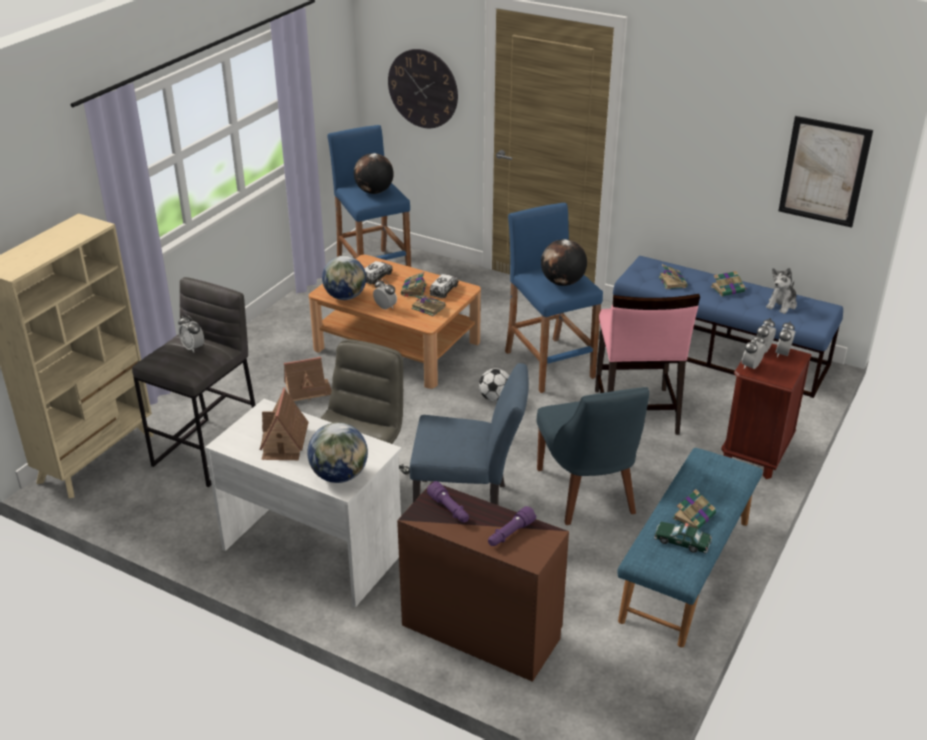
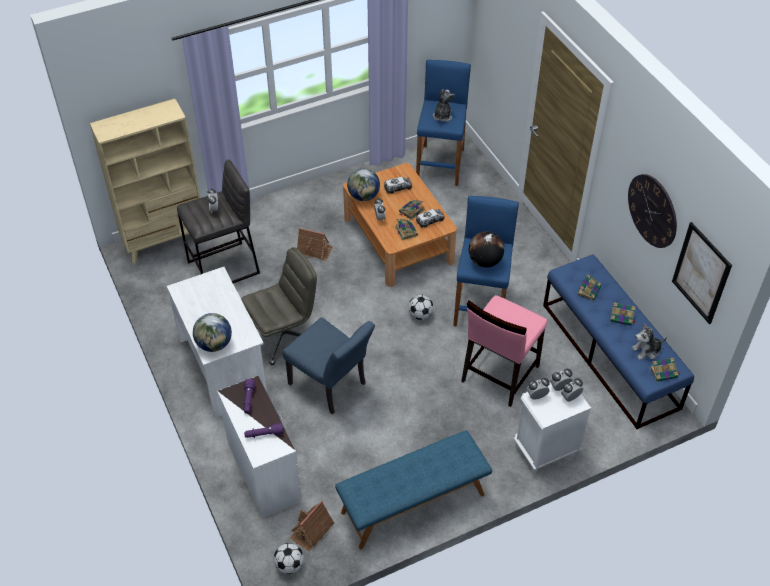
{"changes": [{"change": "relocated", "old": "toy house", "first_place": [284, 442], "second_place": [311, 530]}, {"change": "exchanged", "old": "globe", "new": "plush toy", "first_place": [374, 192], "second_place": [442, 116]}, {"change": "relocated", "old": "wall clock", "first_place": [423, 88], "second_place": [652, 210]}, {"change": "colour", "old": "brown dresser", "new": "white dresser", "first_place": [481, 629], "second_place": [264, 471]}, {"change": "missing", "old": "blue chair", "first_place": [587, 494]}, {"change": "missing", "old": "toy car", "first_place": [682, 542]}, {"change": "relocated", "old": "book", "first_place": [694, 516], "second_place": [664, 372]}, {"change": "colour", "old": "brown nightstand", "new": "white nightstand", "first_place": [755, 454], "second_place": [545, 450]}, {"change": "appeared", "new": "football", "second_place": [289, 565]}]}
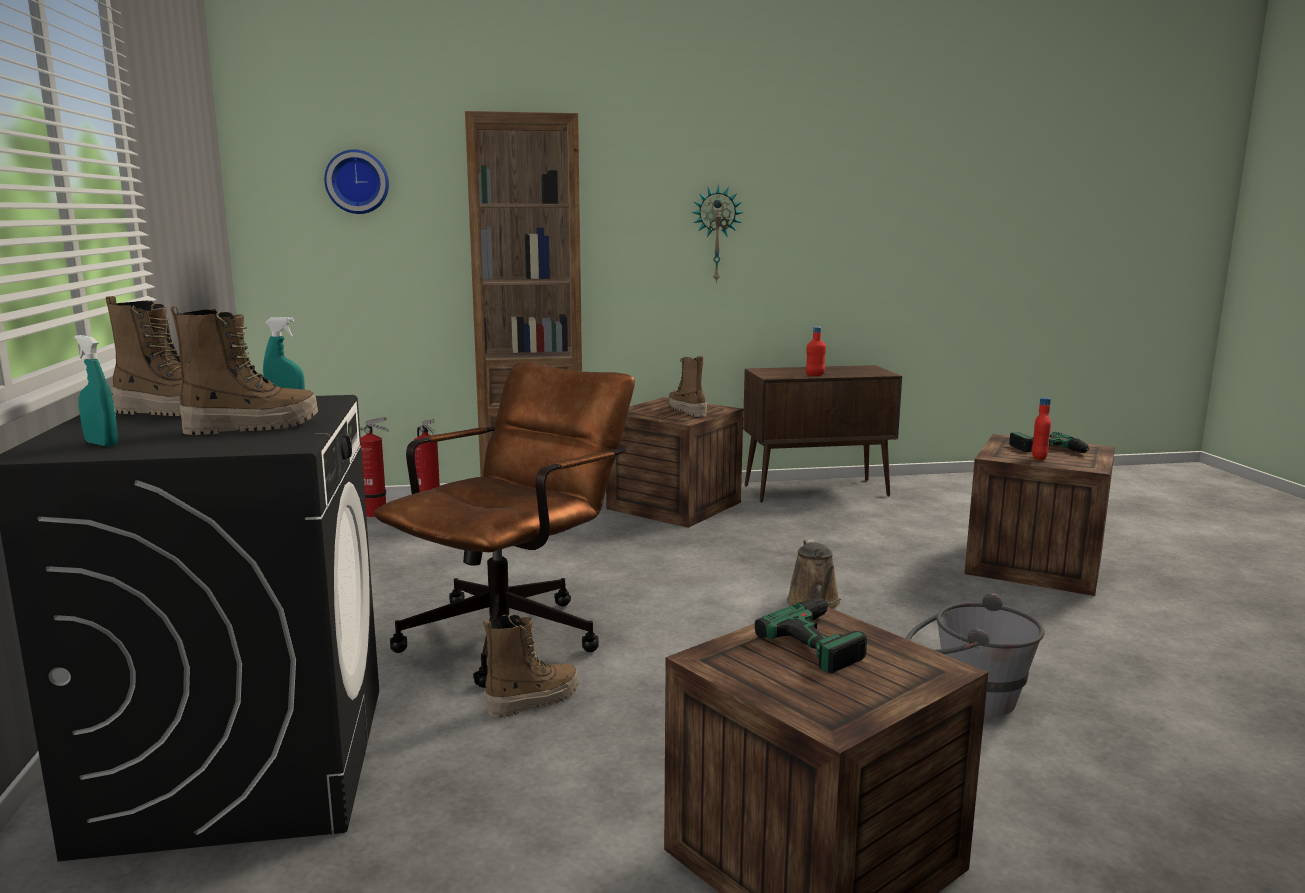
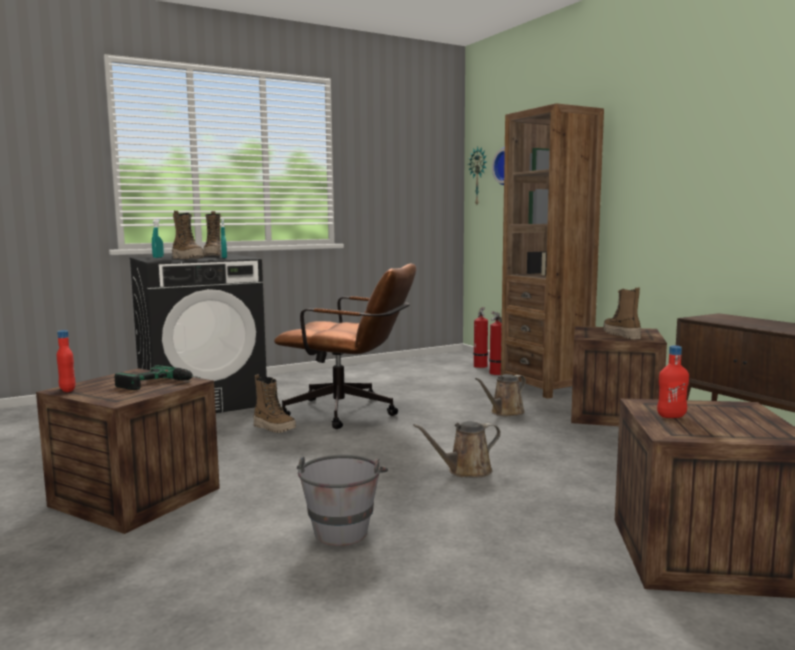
{"changes": [{"change": "spun", "old": "boot", "first_place": [687, 411], "second_place": [621, 335], "degrees": -60}, {"change": "relocated", "old": "wall clock", "first_place": [716, 234], "second_place": [479, 176]}, {"change": "relocated", "old": "red bottle", "first_place": [815, 375], "second_place": [67, 390]}, {"change": "missing", "old": "power drill", "first_place": [1053, 451]}, {"change": "appeared", "new": "brown watering can", "second_place": [505, 412]}]}
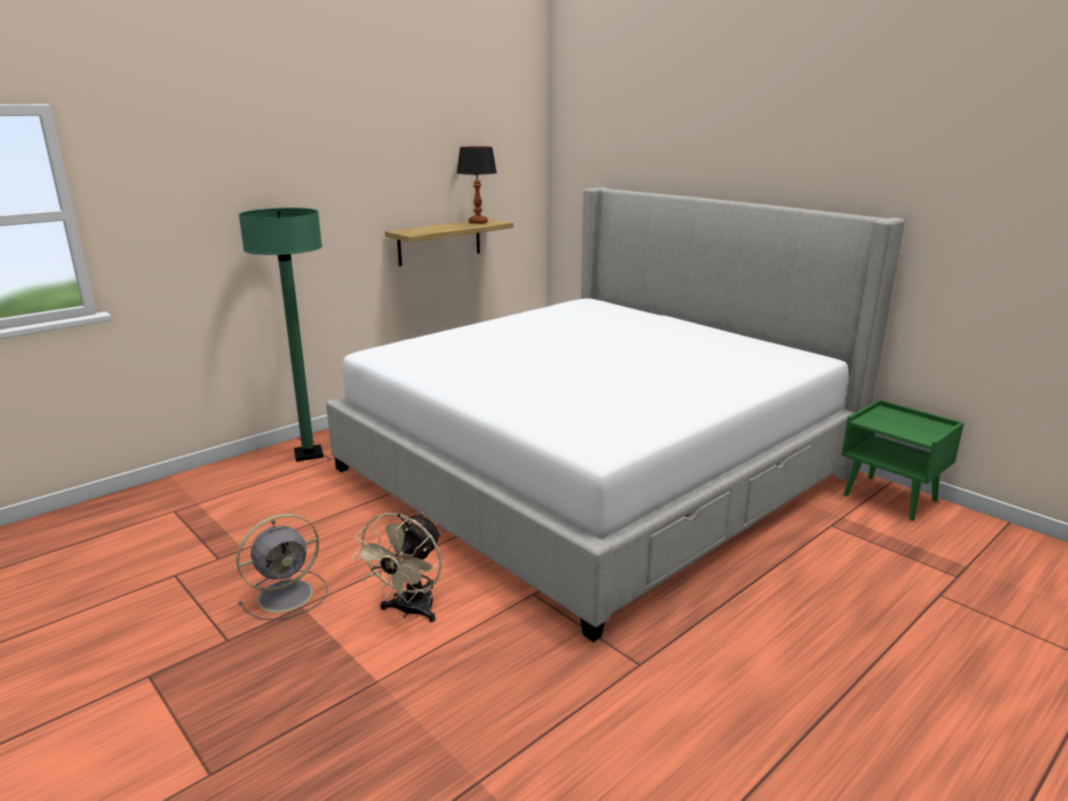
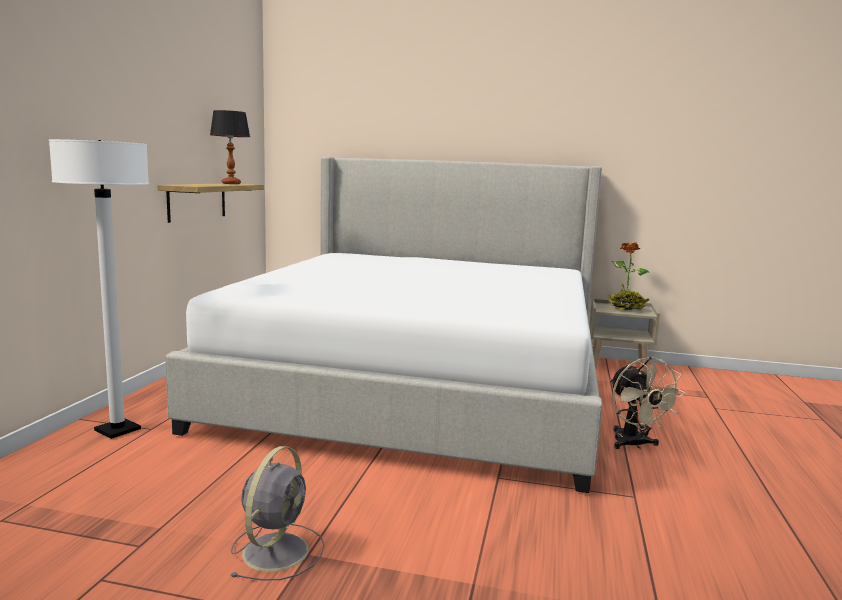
{"changes": [{"change": "colour", "old": "green floor lamp", "new": "white floor lamp", "first_place": [308, 454], "second_place": [117, 430]}, {"change": "relocated", "old": "beige fan", "first_place": [409, 611], "second_place": [634, 444]}, {"change": "colour", "old": "green nightstand", "new": "beige nightstand", "first_place": [891, 498], "second_place": [618, 366]}, {"change": "appeared", "new": "potted plant", "second_place": [626, 309]}]}
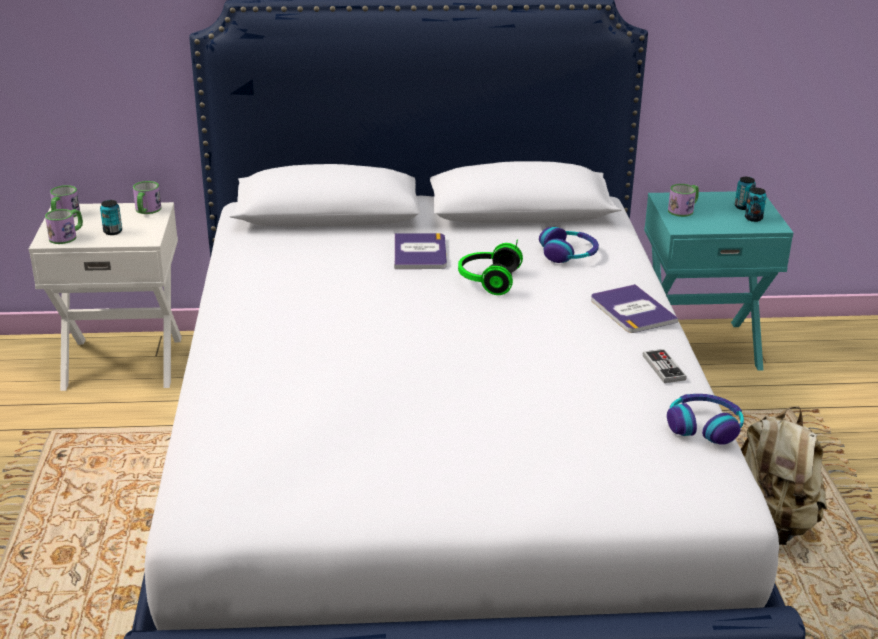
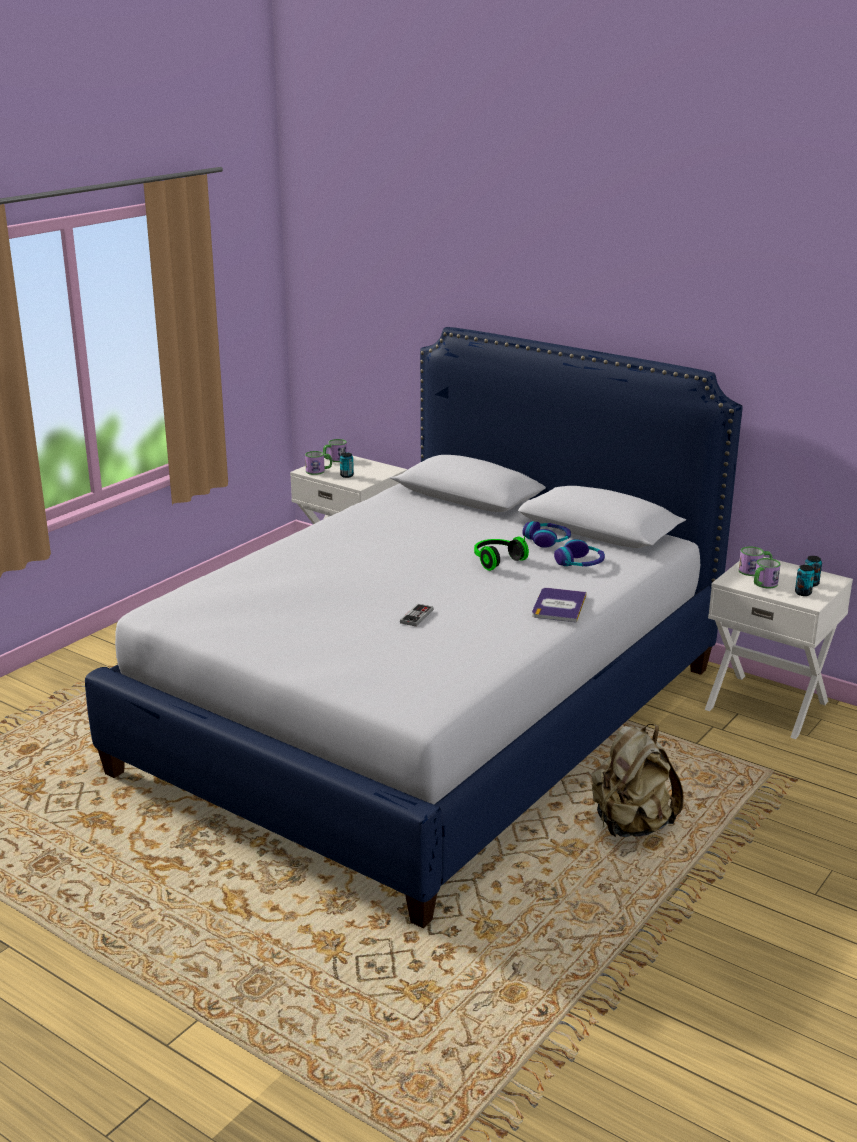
{"changes": [{"change": "relocated", "old": "mug", "first_place": [146, 211], "second_place": [763, 584]}, {"change": "missing", "old": "book", "first_place": [420, 252]}, {"change": "relocated", "old": "game controller", "first_place": [663, 368], "second_place": [416, 616]}, {"change": "colour", "old": "turquoise nightstand", "new": "white nightstand", "first_place": [699, 345], "second_place": [767, 705]}, {"change": "relocated", "old": "headphones", "first_place": [704, 426], "second_place": [547, 540]}]}
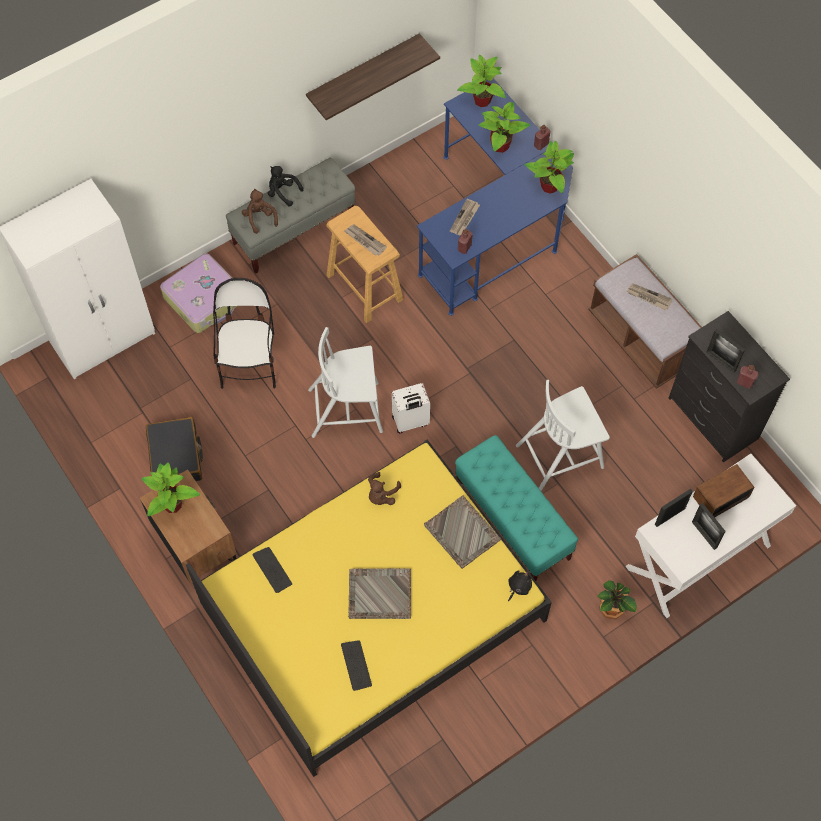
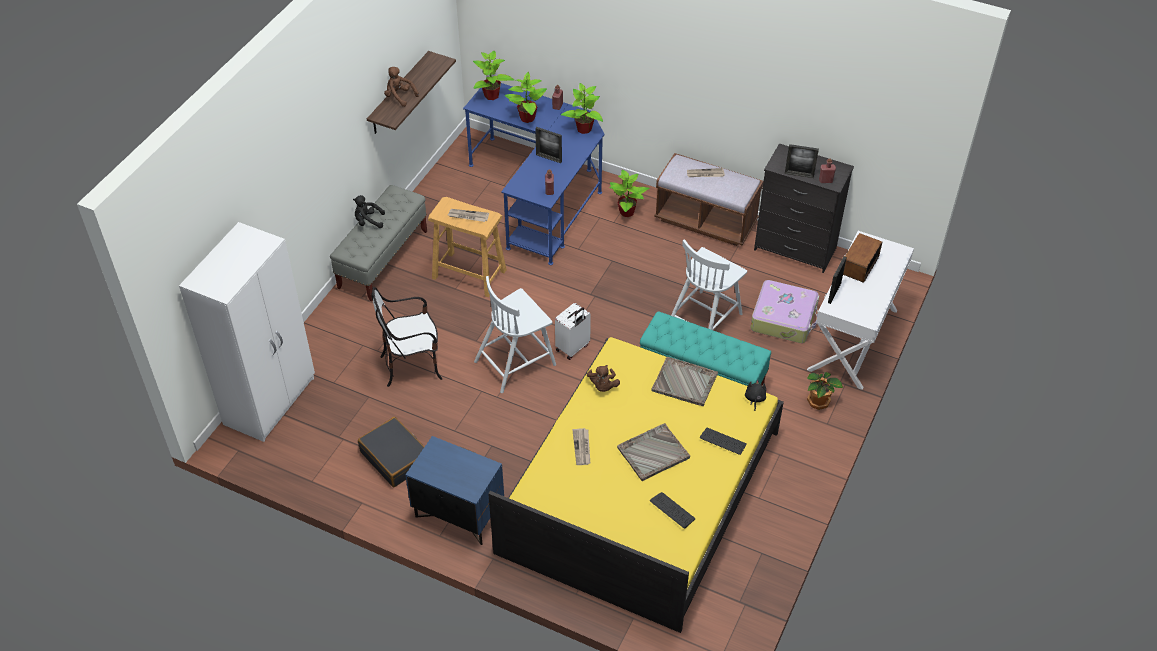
{"changes": [{"change": "colour", "old": "brown nightstand", "new": "blue nightstand", "first_place": [195, 545], "second_place": [458, 514]}, {"change": "relocated", "old": "potted plant", "first_place": [172, 505], "second_place": [627, 212]}, {"change": "relocated", "old": "suitcase", "first_place": [204, 299], "second_place": [784, 318]}, {"change": "spun", "old": "chair", "first_place": [249, 364], "second_place": [412, 365], "degrees": -75}, {"change": "relocated", "old": "brown plush toy", "first_place": [260, 218], "second_place": [399, 96]}, {"change": "relocated", "old": "keyboard", "first_place": [272, 570], "second_place": [723, 441]}, {"change": "relocated", "old": "newspaper", "first_place": [464, 218], "second_place": [582, 448]}, {"change": "relocated", "old": "picture frame", "first_place": [704, 535], "second_place": [549, 158]}]}
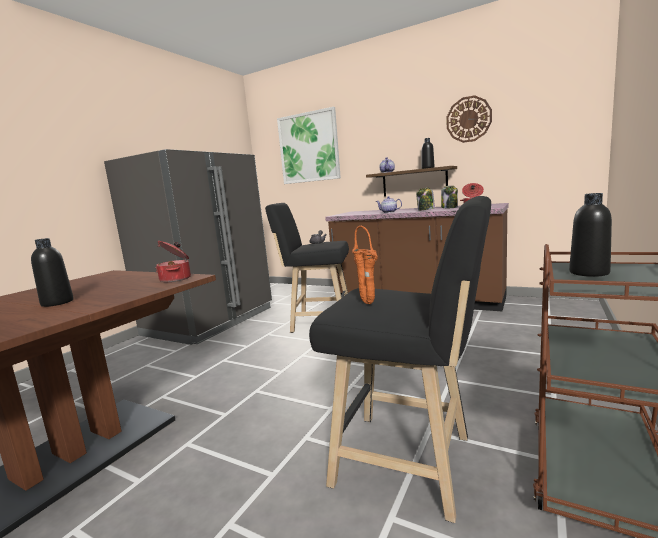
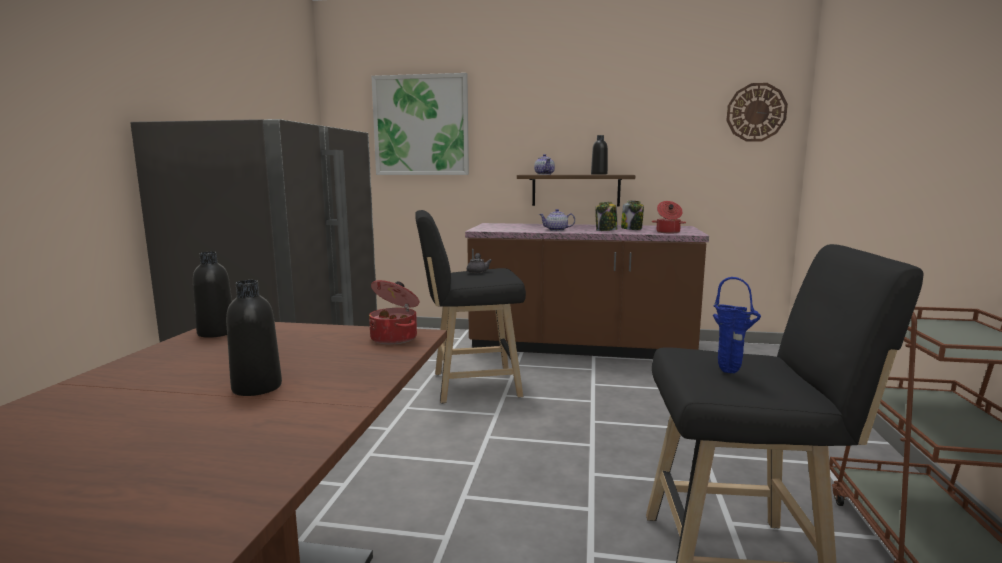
{"changes": [{"change": "colour", "old": "orange vase", "new": "blue vase", "first_place": [369, 304], "second_place": [731, 373]}, {"change": "relocated", "old": "wall clock", "first_place": [468, 119], "second_place": [756, 112]}, {"change": "relocated", "old": "black bottle", "first_place": [589, 273], "second_place": [216, 333]}]}
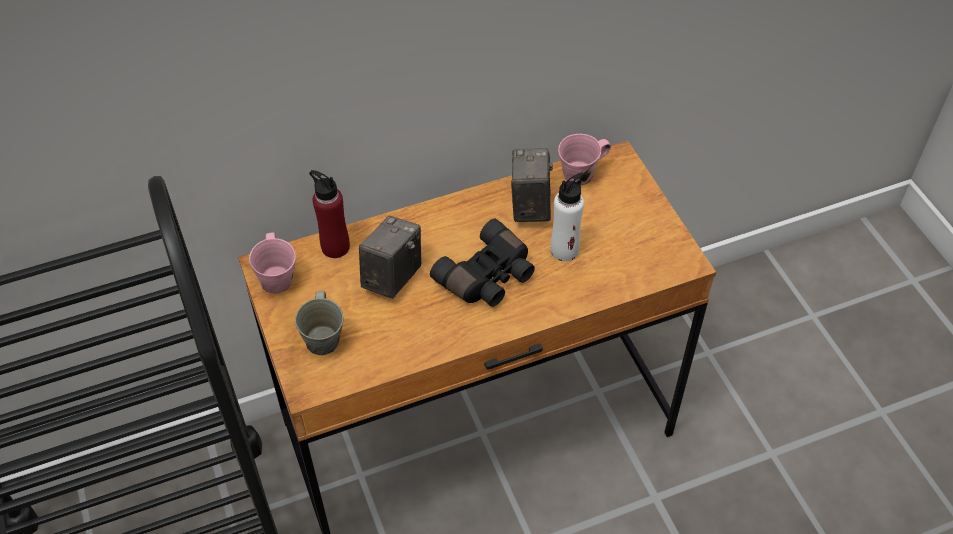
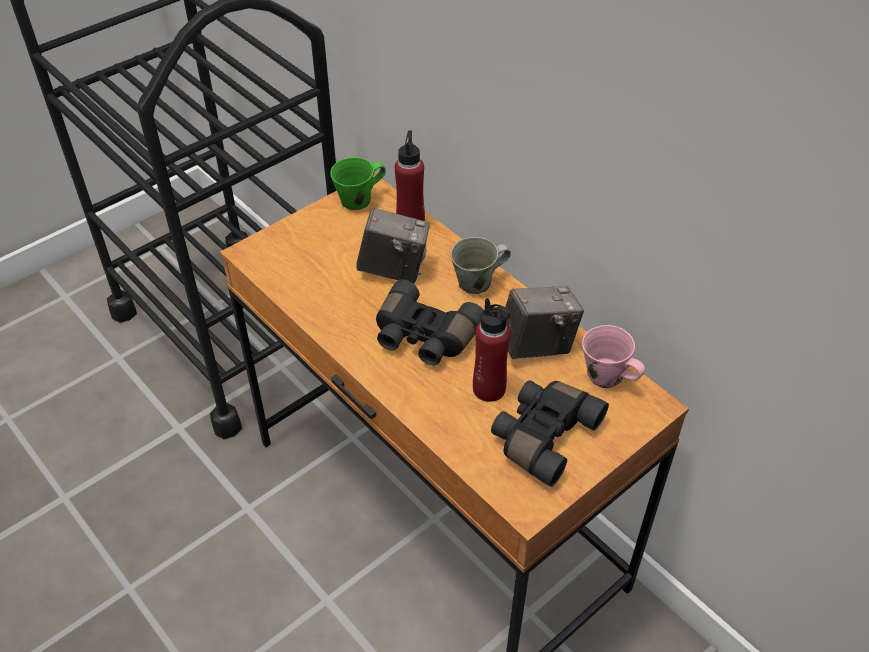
{"changes": [{"change": "colour", "old": "pink mug", "new": "green mug", "first_place": [277, 279], "second_place": [358, 200]}, {"change": "relocated", "old": "grey mug", "first_place": [323, 339], "second_place": [477, 283]}, {"change": "colour", "old": "white bottle", "new": "red bottle", "first_place": [564, 250], "second_place": [489, 389]}, {"change": "appeared", "new": "black binoculars", "second_place": [542, 436]}]}
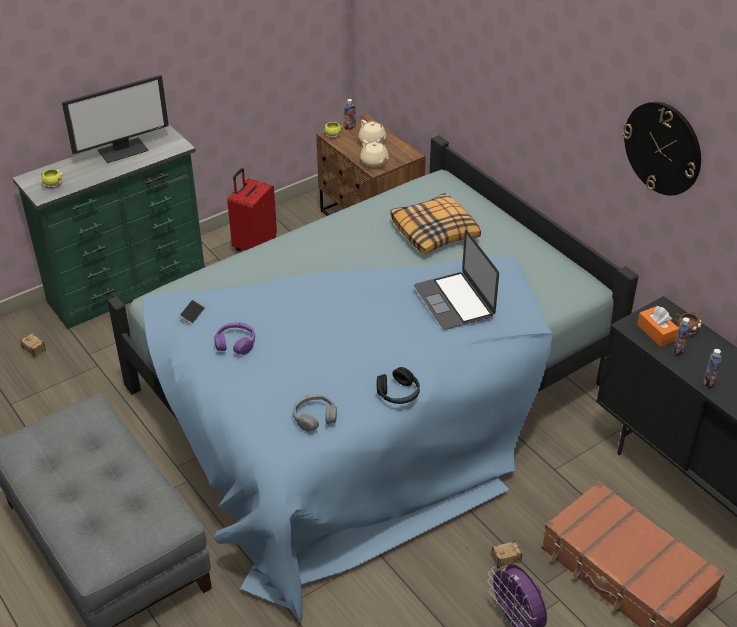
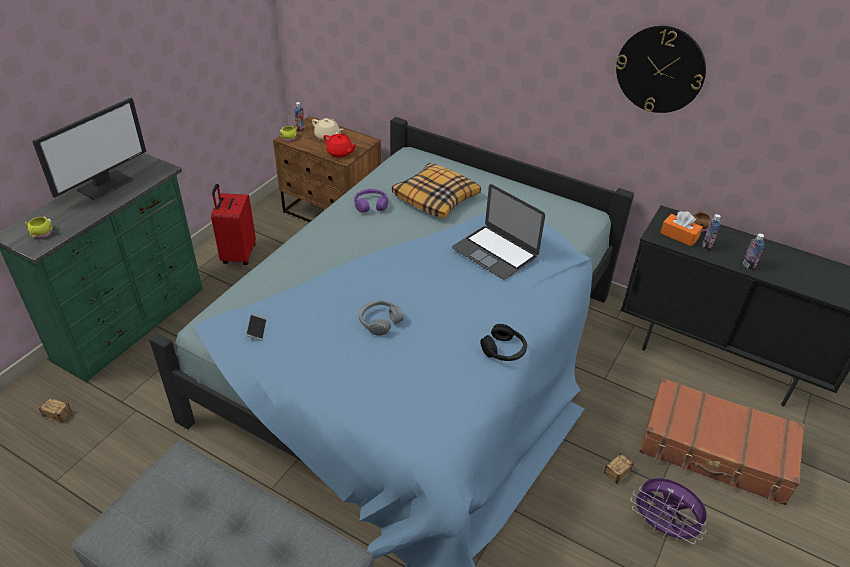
{"changes": [{"change": "relocated", "old": "purple headphones", "first_place": [235, 343], "second_place": [371, 205]}, {"change": "relocated", "old": "grey headphones", "first_place": [314, 417], "second_place": [379, 322]}, {"change": "colour", "old": "beige teapot", "new": "red teapot", "first_place": [374, 162], "second_place": [340, 153]}]}
